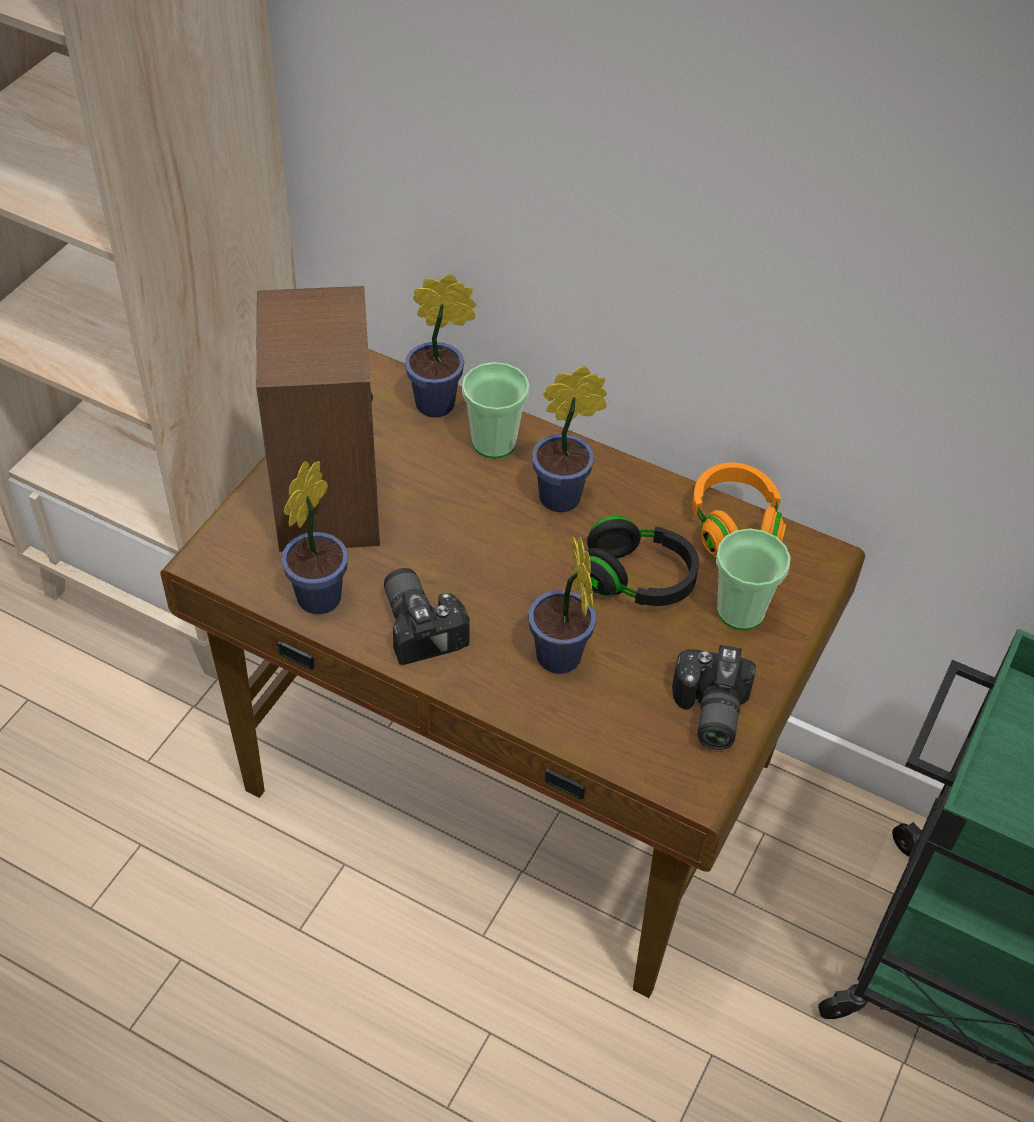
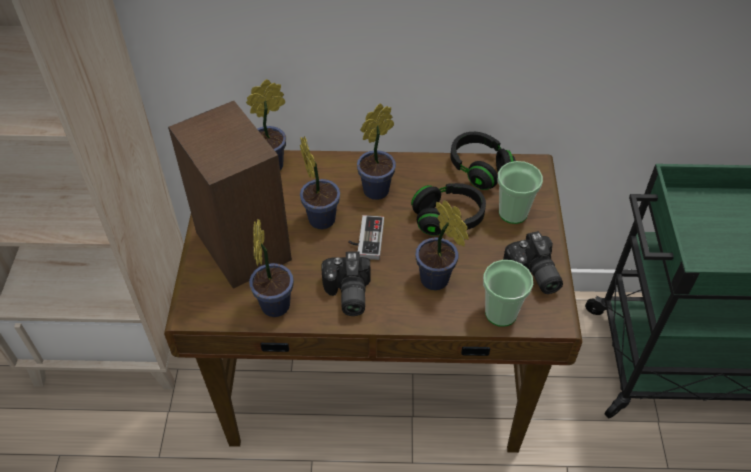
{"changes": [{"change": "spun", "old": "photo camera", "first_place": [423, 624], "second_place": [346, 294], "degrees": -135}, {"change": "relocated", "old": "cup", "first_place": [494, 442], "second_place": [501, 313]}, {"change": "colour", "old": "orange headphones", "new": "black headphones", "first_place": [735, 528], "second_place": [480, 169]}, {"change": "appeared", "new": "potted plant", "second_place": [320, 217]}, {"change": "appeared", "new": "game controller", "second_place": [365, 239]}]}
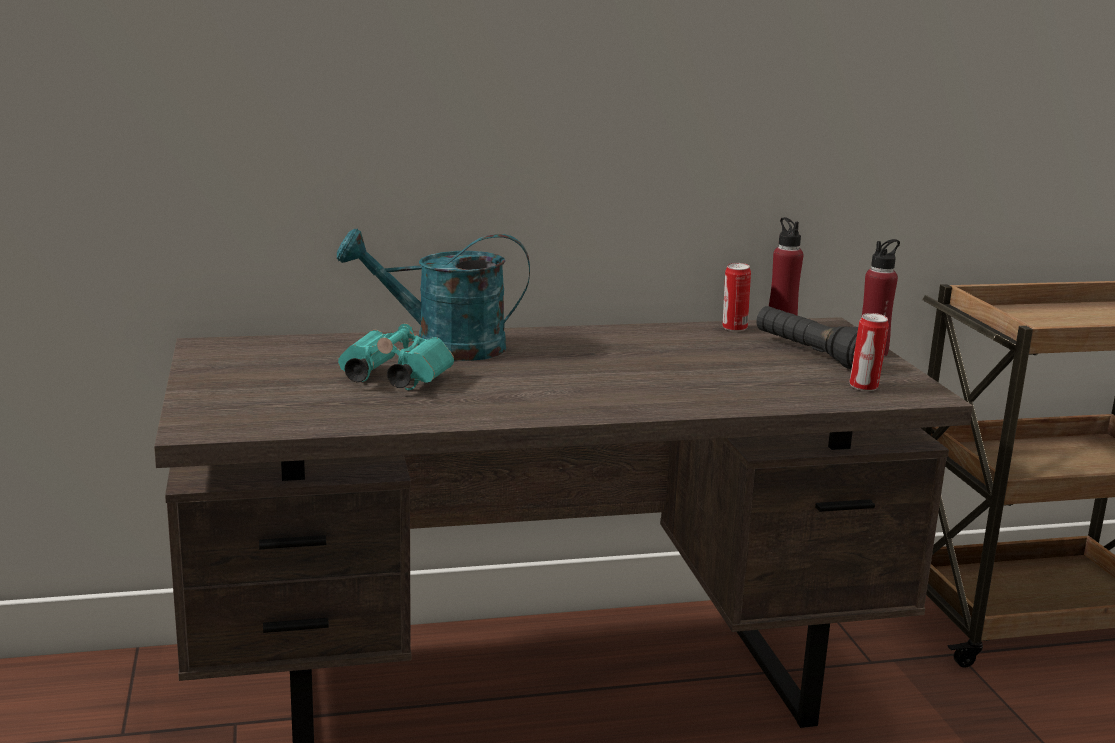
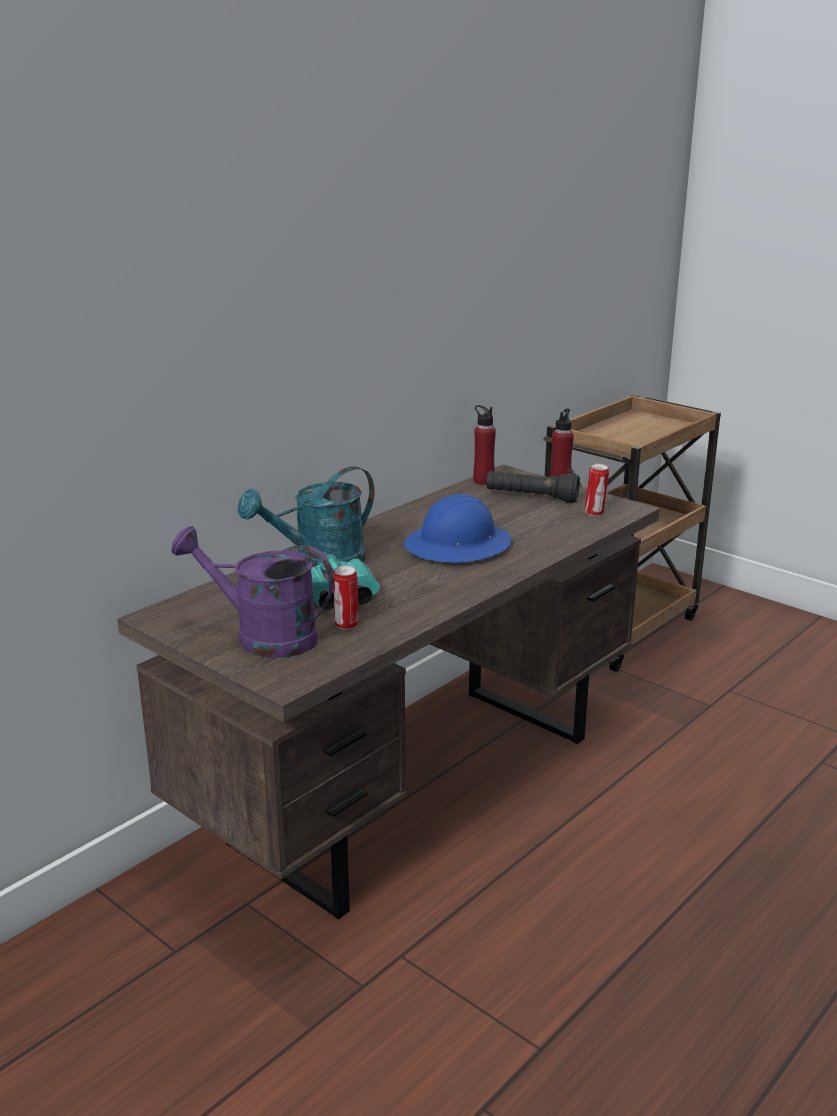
{"changes": [{"change": "relocated", "old": "can", "first_place": [734, 328], "second_place": [346, 625]}, {"change": "appeared", "new": "purple watering can", "second_place": [263, 637]}, {"change": "appeared", "new": "blue hard hat", "second_place": [458, 546]}]}
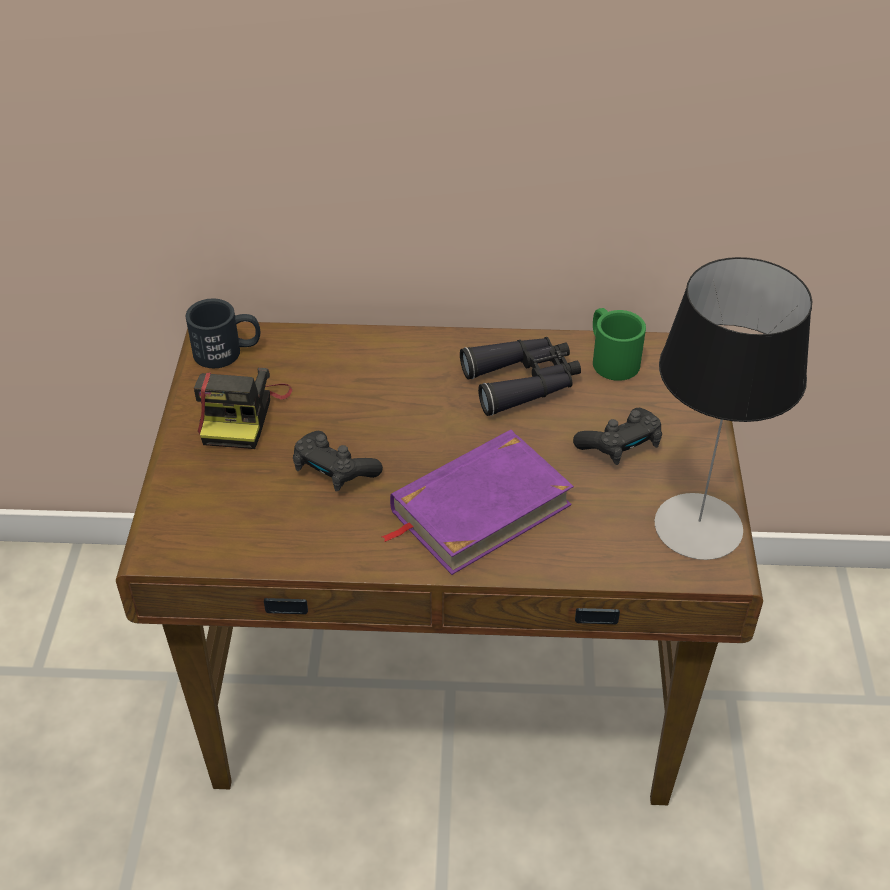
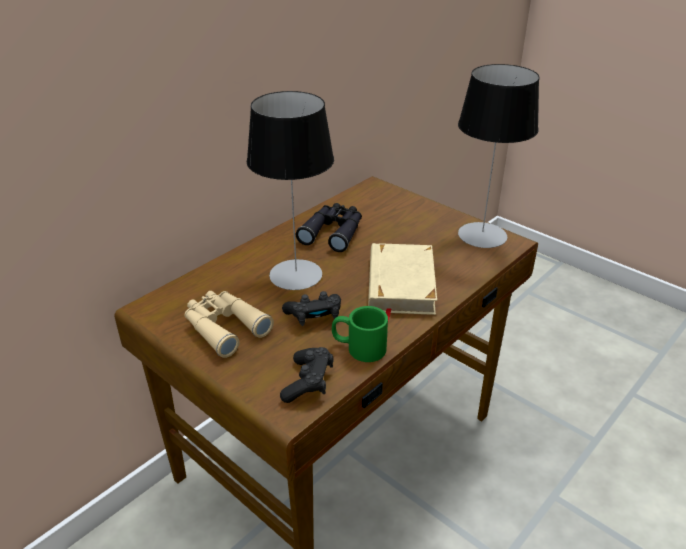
{"changes": [{"change": "missing", "old": "black mug", "first_place": [227, 352]}, {"change": "exchanged", "old": "photo camera", "new": "beige binoculars", "first_place": [242, 413], "second_place": [224, 327]}, {"change": "colour", "old": "purple book", "new": "beige book", "first_place": [479, 507], "second_place": [400, 284]}, {"change": "relocated", "old": "black game controller", "first_place": [620, 446], "second_place": [308, 383]}, {"change": "relocated", "old": "green mug", "first_place": [610, 358], "second_place": [358, 348]}, {"change": "appeared", "new": "table lamp", "second_place": [296, 274]}]}
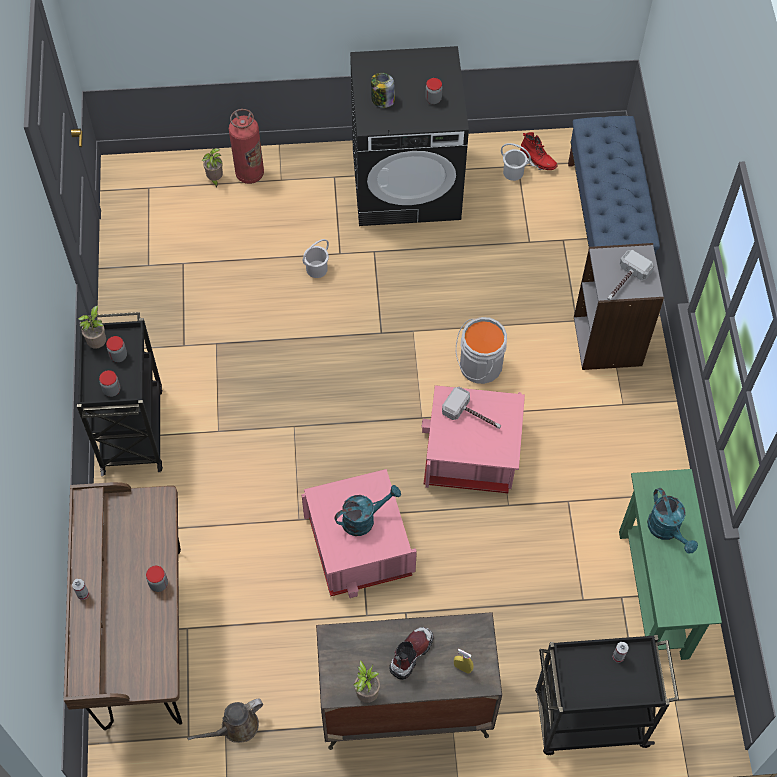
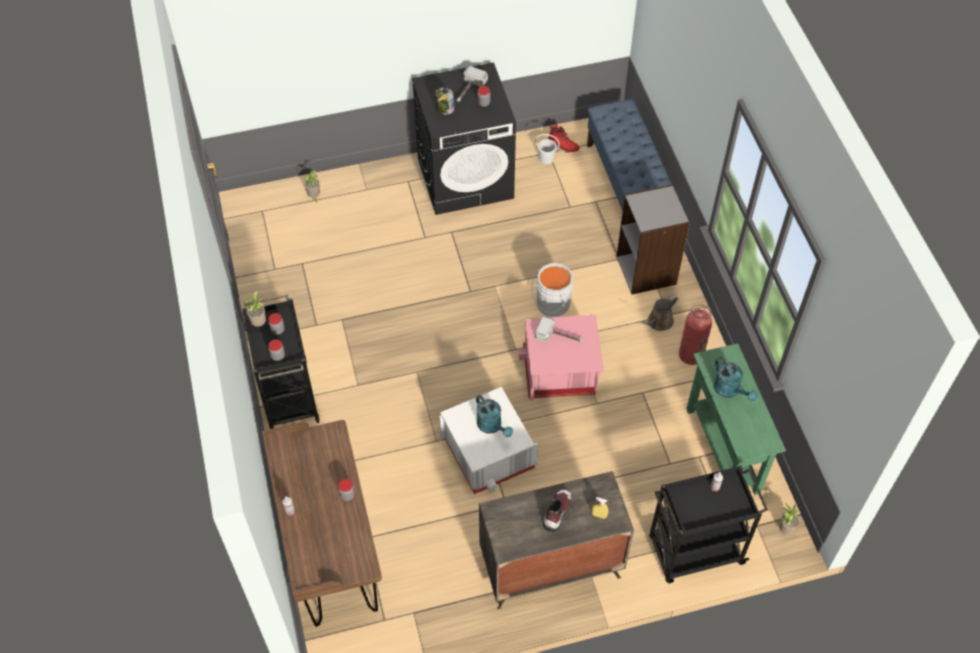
{"changes": [{"change": "relocated", "old": "brown watering can", "first_place": [236, 727], "second_place": [658, 322]}, {"change": "relocated", "old": "fire extinguisher", "first_place": [249, 174], "second_place": [690, 355]}, {"change": "colour", "old": "pink storage box", "new": "white storage box", "first_place": [359, 545], "second_place": [488, 452]}, {"change": "missing", "old": "white bucket", "first_place": [316, 269]}, {"change": "spun", "old": "turquoise watering can", "first_place": [364, 519], "second_place": [492, 426], "degrees": 90}, {"change": "relocated", "old": "potted plant", "first_place": [367, 693], "second_place": [785, 529]}, {"change": "relocated", "old": "hammer", "first_place": [624, 283], "second_place": [468, 90]}]}
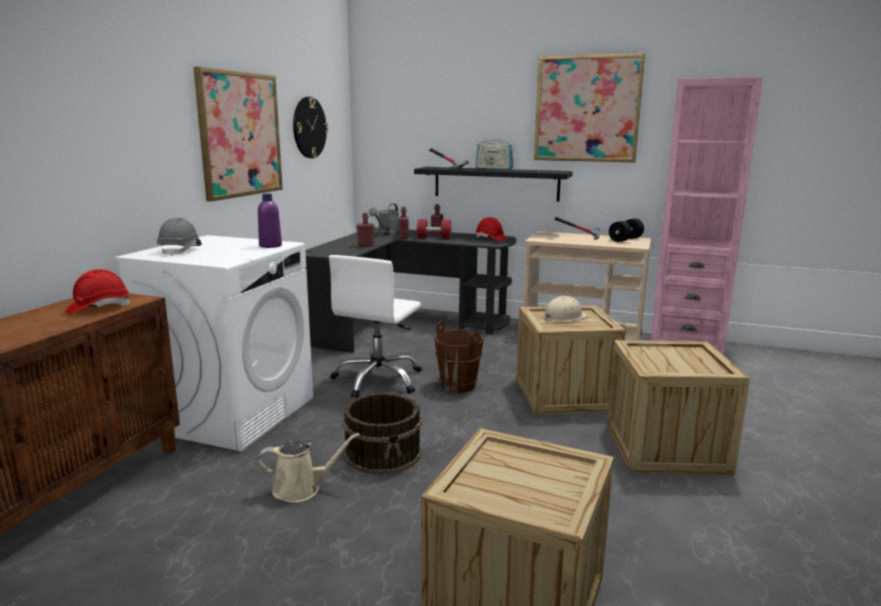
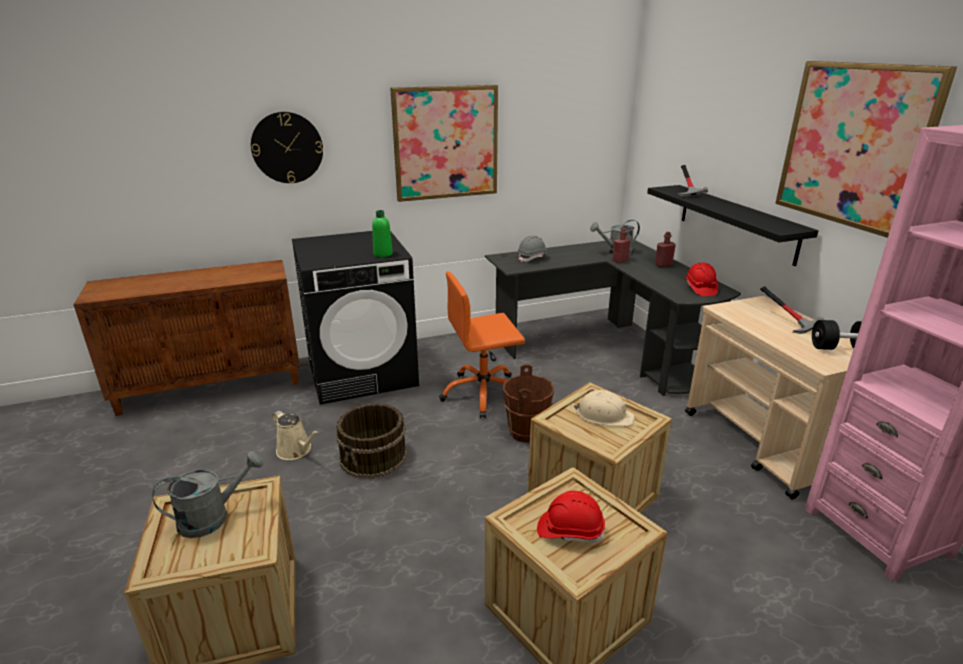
{"changes": [{"change": "relocated", "old": "red hard hat", "first_place": [99, 308], "second_place": [570, 530]}, {"change": "colour", "old": "white washing machine", "new": "black washing machine", "first_place": [232, 413], "second_place": [363, 373]}, {"change": "relocated", "old": "grey hard hat", "first_place": [181, 250], "second_place": [533, 258]}, {"change": "colour", "old": "purple bottle", "new": "green bottle", "first_place": [270, 246], "second_place": [383, 254]}, {"change": "relocated", "old": "wall clock", "first_place": [309, 127], "second_place": [287, 148]}, {"change": "colour", "old": "white office chair", "new": "orange office chair", "first_place": [378, 380], "second_place": [483, 394]}, {"change": "missing", "old": "red bottle", "first_place": [366, 245]}, {"change": "missing", "old": "red dumbbell", "first_place": [434, 238]}, {"change": "missing", "old": "radio", "first_place": [494, 169]}, {"change": "appeared", "new": "grey watering can", "second_place": [213, 517]}]}
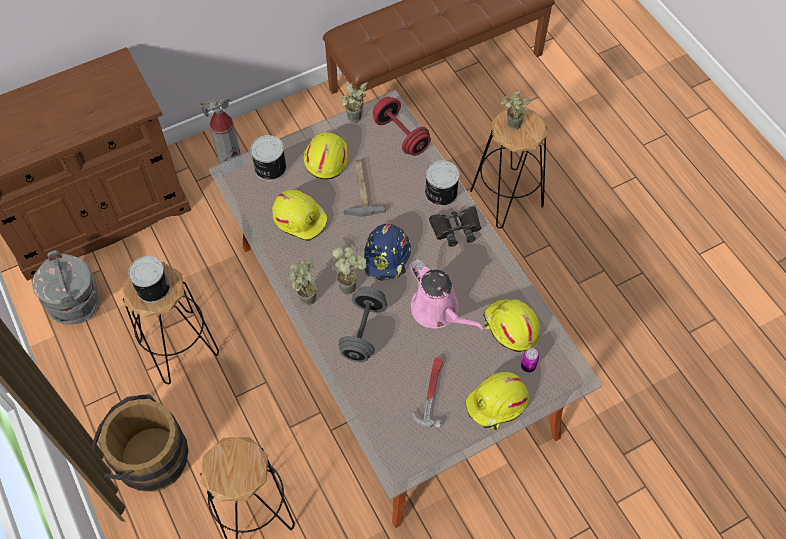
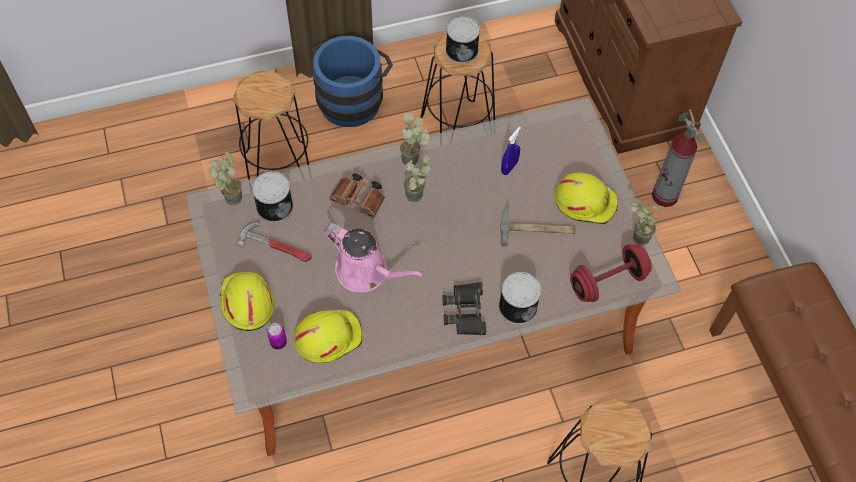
{"changes": [{"change": "missing", "old": "grey bucket", "first_place": [75, 303]}, {"change": "colour", "old": "brown bucket", "new": "blue bucket", "first_place": [146, 458], "second_place": [352, 97]}, {"change": "relocated", "old": "can", "first_place": [269, 168], "second_place": [274, 206]}, {"change": "exchanged", "old": "yellow hard hat", "new": "blue spray bottle", "first_place": [300, 218], "second_place": [509, 167]}, {"change": "exchanged", "old": "grey dumbbell", "new": "brown binoculars", "first_place": [363, 332], "second_place": [360, 201]}, {"change": "missing", "old": "blue hard hat", "first_place": [387, 257]}, {"change": "spun", "old": "pink watering can", "first_place": [438, 311], "second_place": [366, 272], "degrees": -120}, {"change": "relocated", "old": "potted plant", "first_place": [510, 127], "second_place": [231, 195]}]}
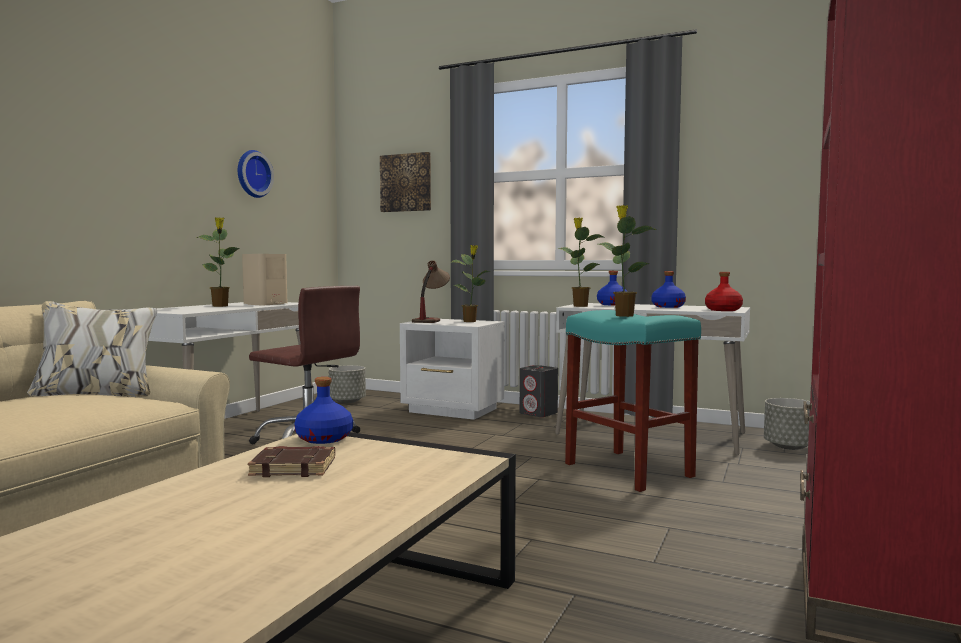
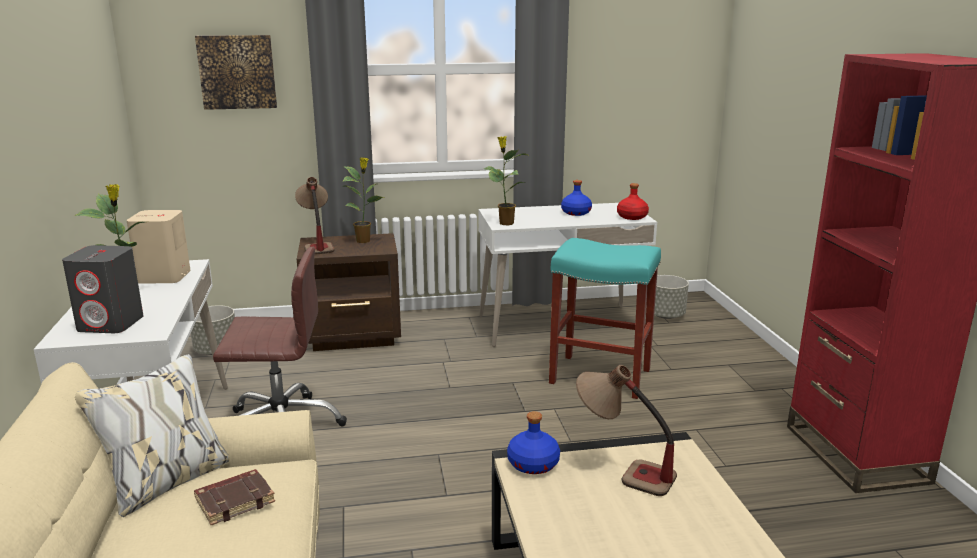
{"changes": [{"change": "missing", "old": "wall clock", "first_place": [252, 174]}, {"change": "relocated", "old": "brown book", "first_place": [295, 467], "second_place": [235, 500]}, {"change": "colour", "old": "white nightstand", "new": "brown nightstand", "first_place": [453, 410], "second_place": [355, 337]}, {"change": "relocated", "old": "grey speaker", "first_place": [539, 413], "second_place": [111, 324]}, {"change": "missing", "old": "blue bottle", "first_place": [612, 304]}, {"change": "missing", "old": "potted plant", "first_place": [623, 315]}, {"change": "appeared", "new": "table lamp", "second_place": [622, 472]}]}
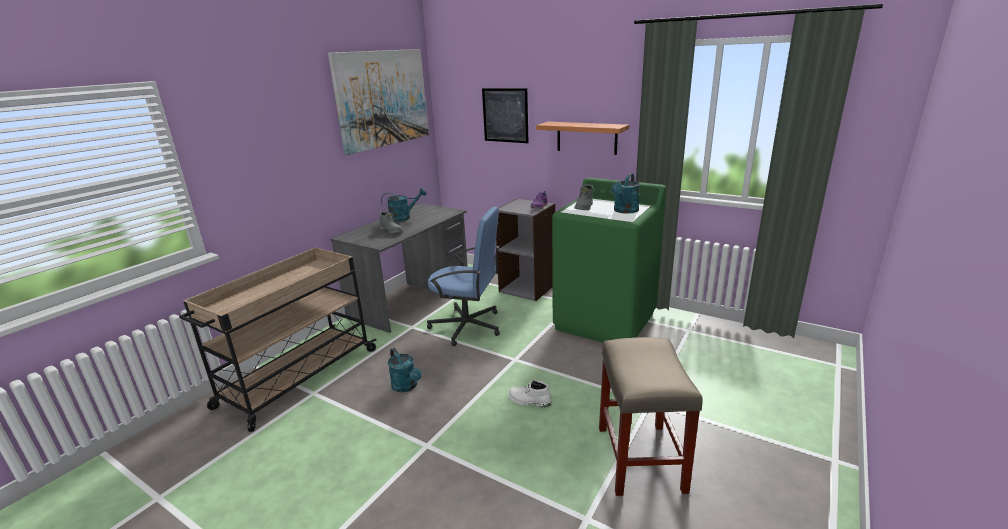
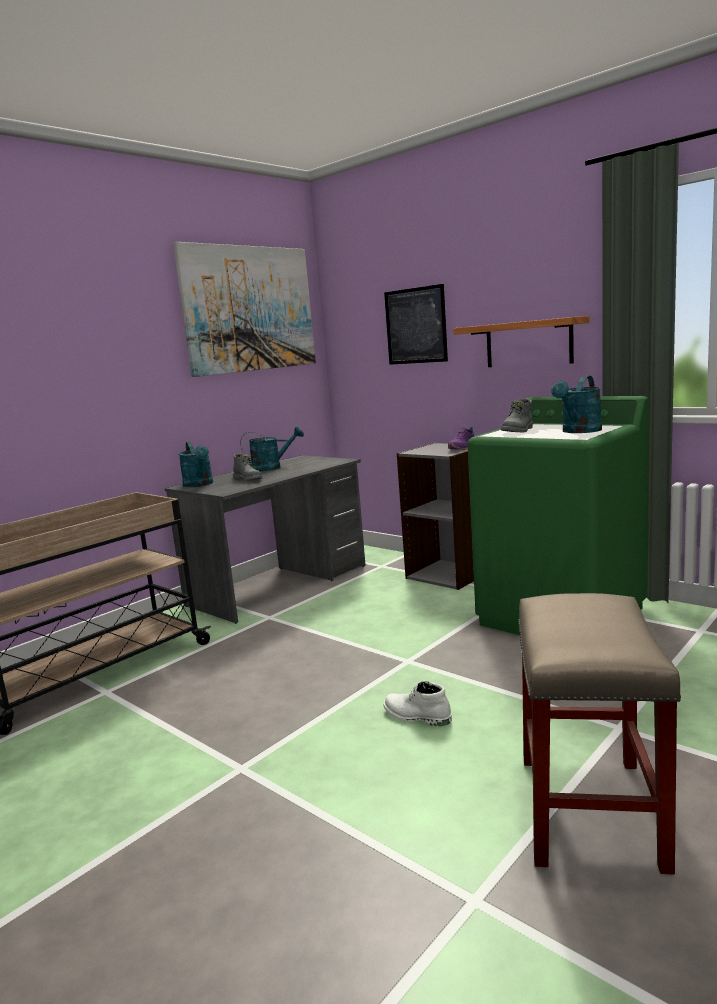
{"changes": [{"change": "relocated", "old": "turquoise watering can", "first_place": [407, 387], "second_place": [199, 484]}, {"change": "missing", "old": "blue office chair", "first_place": [467, 326]}]}
